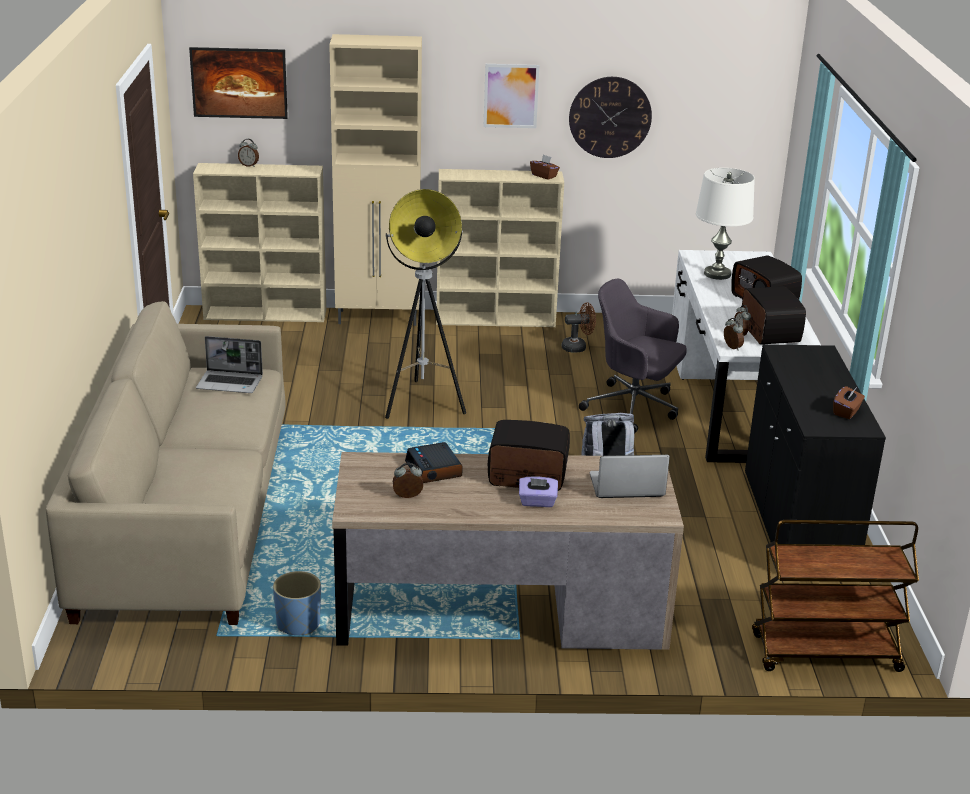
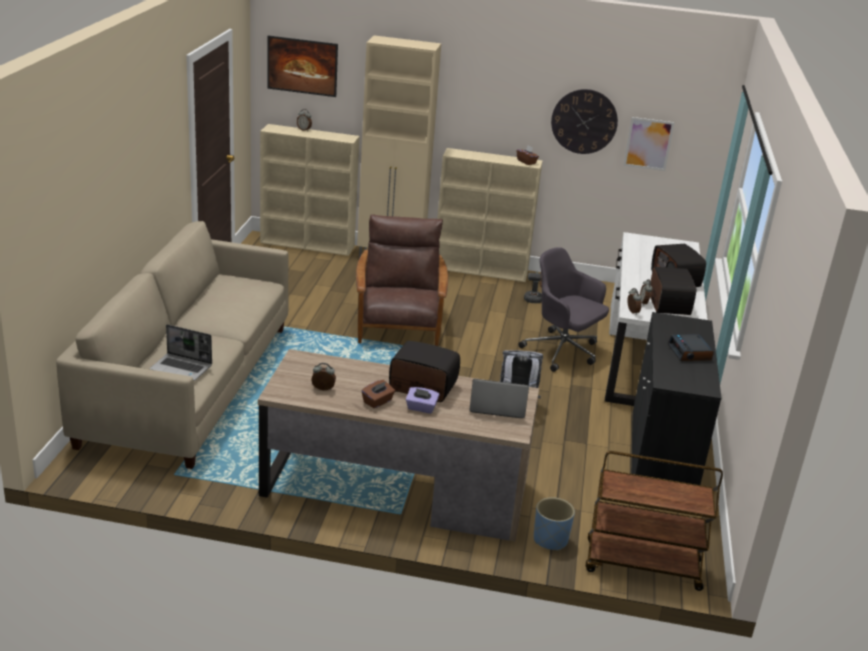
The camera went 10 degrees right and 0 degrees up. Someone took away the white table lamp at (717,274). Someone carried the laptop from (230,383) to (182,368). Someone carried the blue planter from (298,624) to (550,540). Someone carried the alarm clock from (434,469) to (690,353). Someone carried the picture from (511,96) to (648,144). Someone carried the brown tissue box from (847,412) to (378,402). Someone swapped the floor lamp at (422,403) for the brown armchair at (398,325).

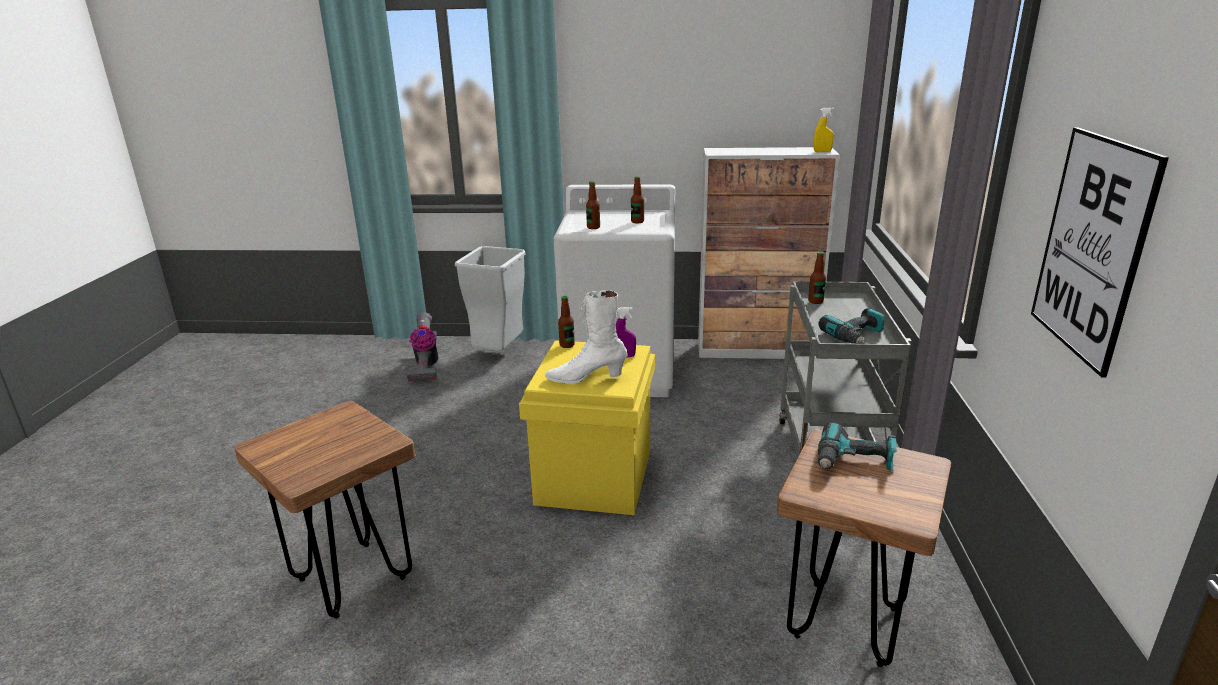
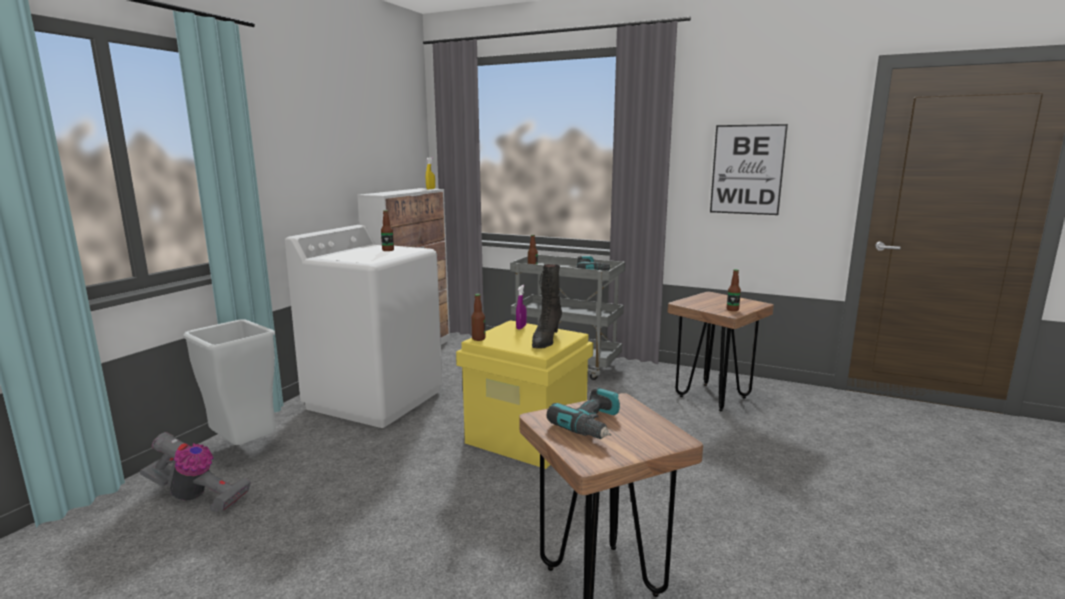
The camera went 70 degrees left and 10 degrees down. Someone carried the bottle from (593,227) to (732,309). Someone carried the power drill from (854,462) to (592,425). Someone repainted the white boot at (586,378), which became the black boot at (545,340).

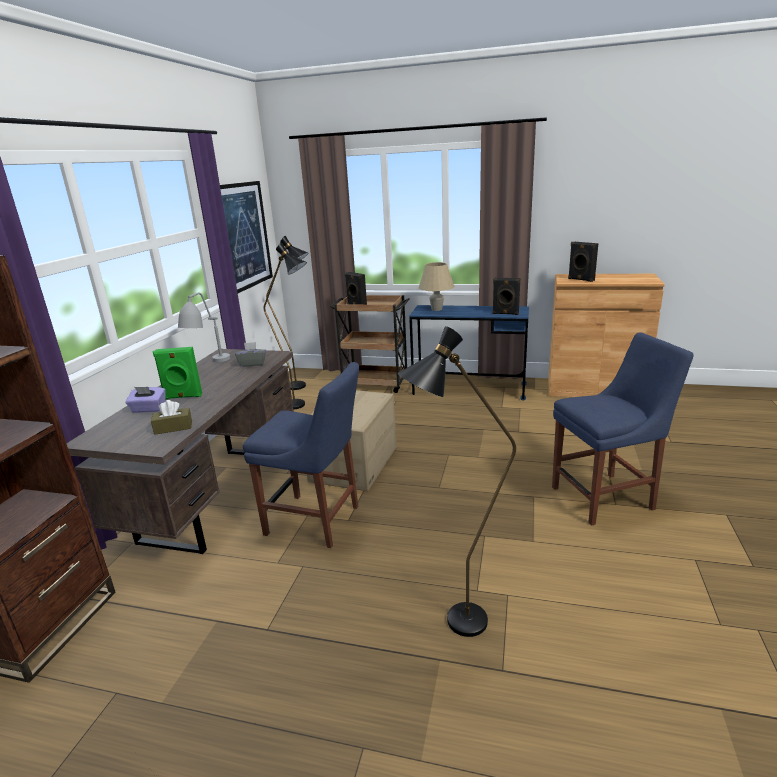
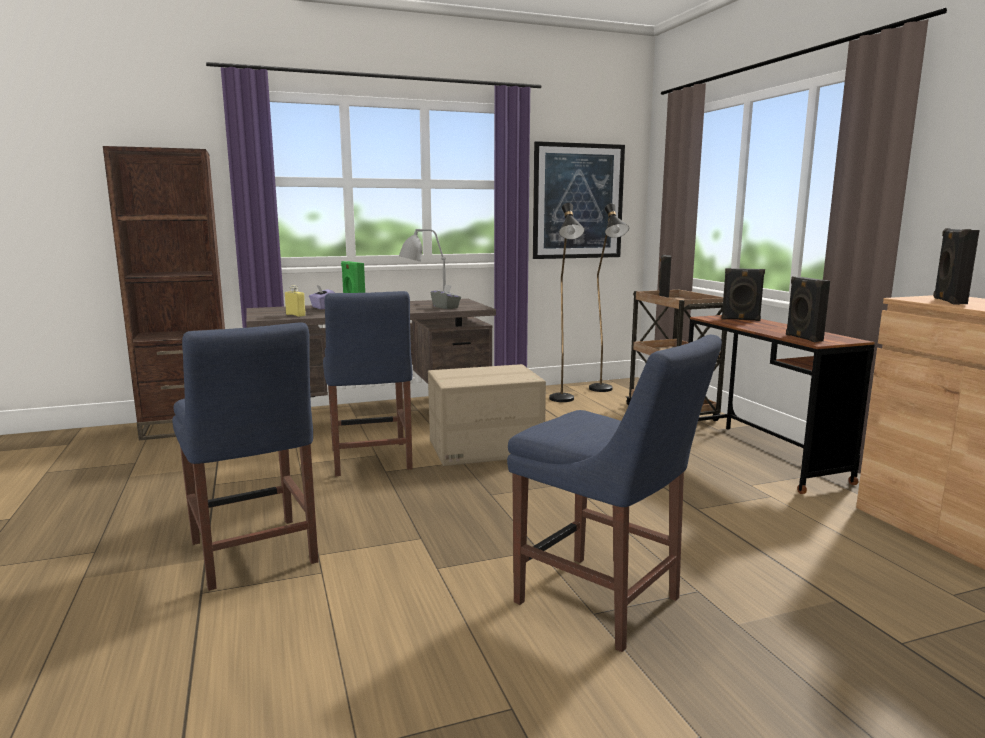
The camera went 55 degrees right and 10 degrees down. Someone swapped the brown tissue box at (173,427) for the yellow bottle at (295,315). Someone swapped the black floor lamp at (454,627) for the blue chair at (254,555). Someone swapped the beige table lamp at (436,309) for the black speaker at (740,319). Someone repainted the blue desk at (469,389), which became the brown desk at (760,457).

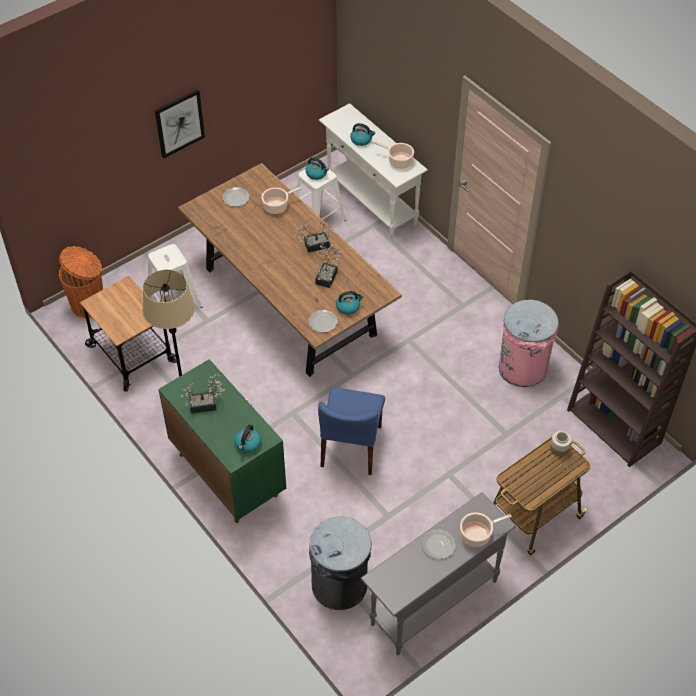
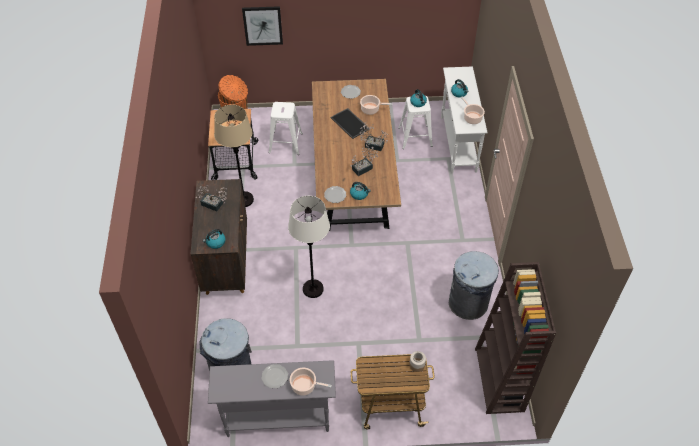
The camera went 35 degrees right and 0 degrees up. Someone put down the tray at (350,123). Someone carried the picture from (179,123) to (262,25). Someone swapped the blue chair at (351,446) for the white floor lamp at (312,289). Someone repainted the green cabinet at (227,474), which became the brown cabinet at (226,262). Someone repainted the pink trash can at (523,367), which became the grey trash can at (468,303).

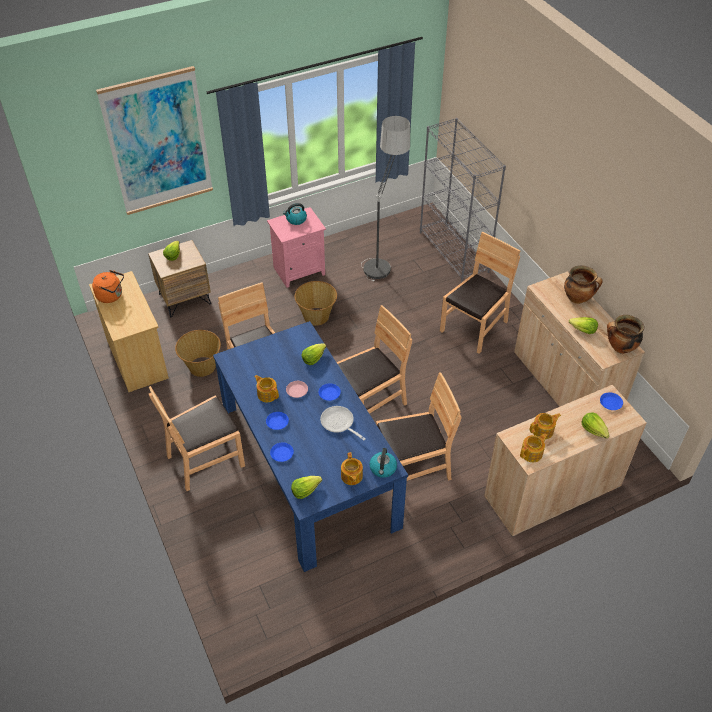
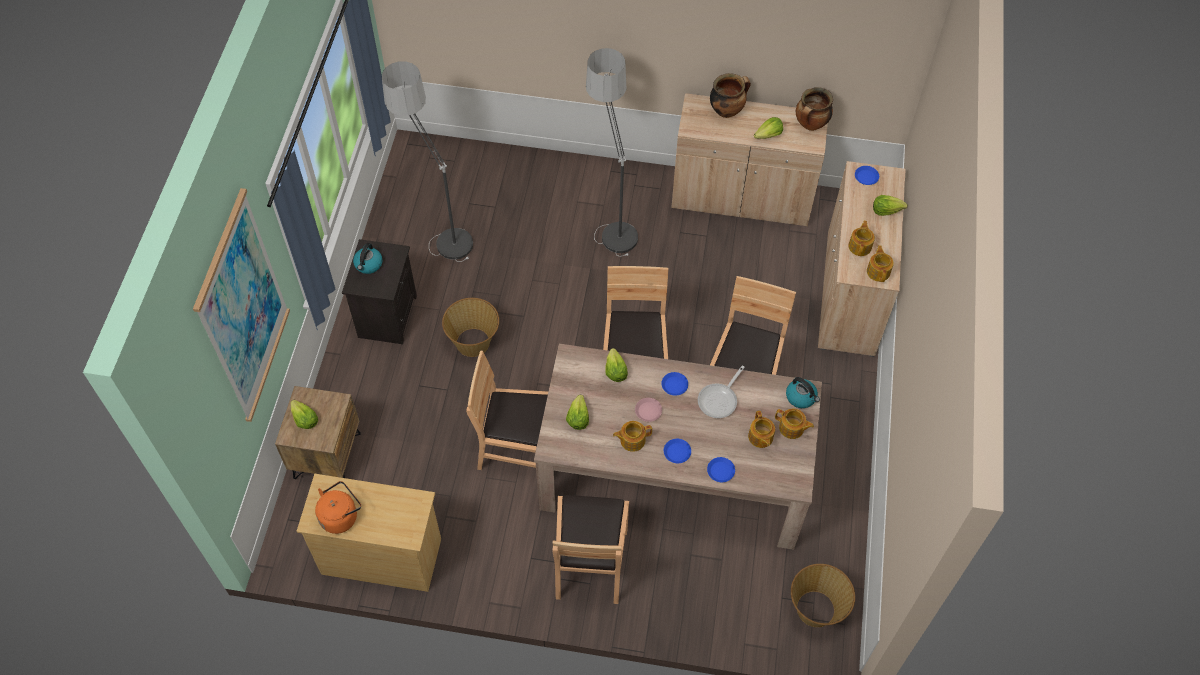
The camera went 55 degrees left and 10 degrees up. Someone took away the grey bookcase at (454,252). Someone put down the teapot at (760,437). Someone carried the basket from (202,367) to (816,609). Someone carried the lettuce from (305,490) to (578,418). Someone swapped the brown chair at (474,327) for the floor lamp at (610,216). Someone repainted the blue dining table at (308,467), which became the beige dining table at (673,472). Someone repainted the pink nightstand at (299,270), which became the black nightstand at (386,315). Someone rotated the frying pan at (339,423) by 45 degrees counterclockwise.

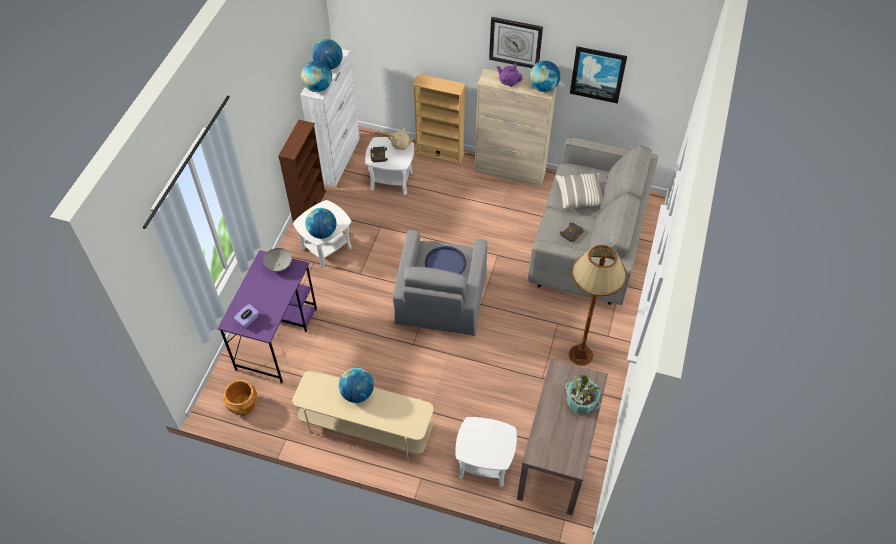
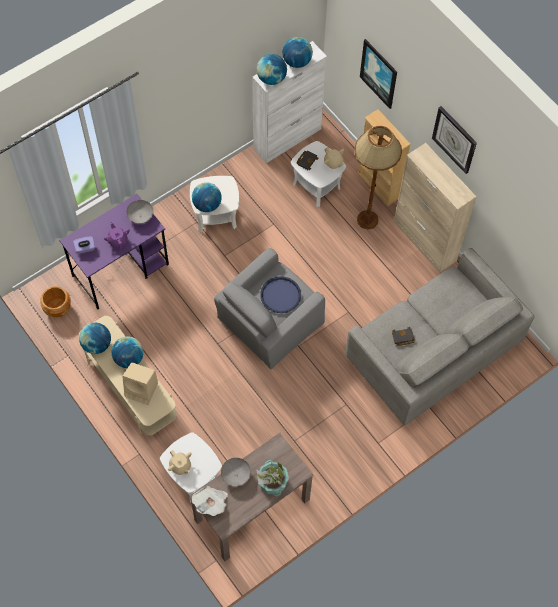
The camera went 35 degrees right and 10 degrees up. Someone took away the brown bookcase at (309,207). Someone took away the pillow at (579,195). Someone put down the beige speaker at (142,390). Someone put down the beige teapot at (180,466). Someone put down the newspaper at (211,503). Someone put down the grey bowl at (236,475). Someone carried the purple teapot from (509,81) to (118,240). Someone carried the globe from (543,88) to (97,344). Someone carried the brown floor lamp from (580,355) to (367,220). Someone carried the picture from (598,74) to (379,73).

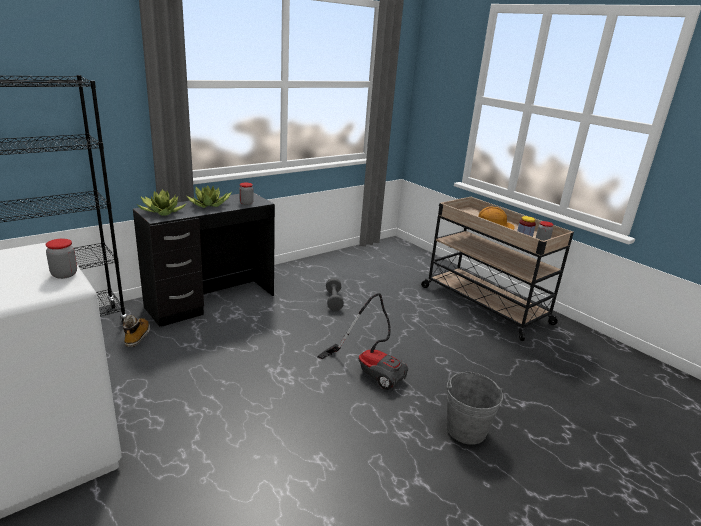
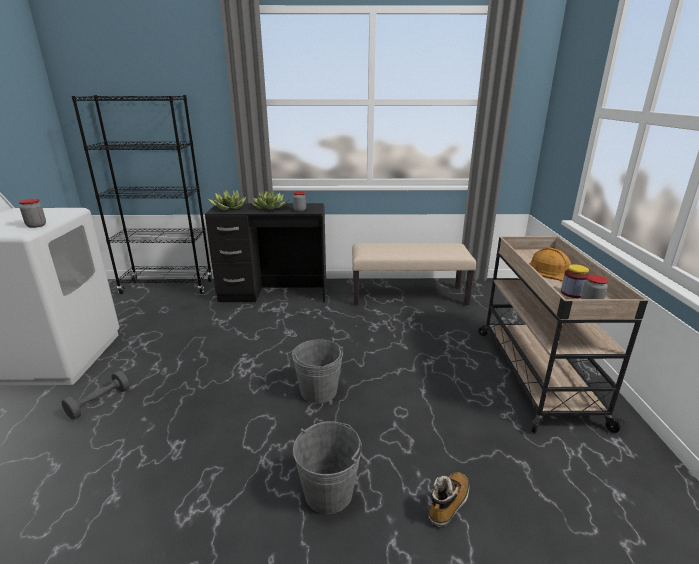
The camera went 40 degrees right and 0 degrees up. Someone put down the beige bench at (409,295). Someone carried the boot from (137,336) to (448,503). Someone carried the grey dumbbell from (334,301) to (99,402). Someone swapped the vacuum cleaner at (370,369) for the grey bucket at (319,391).

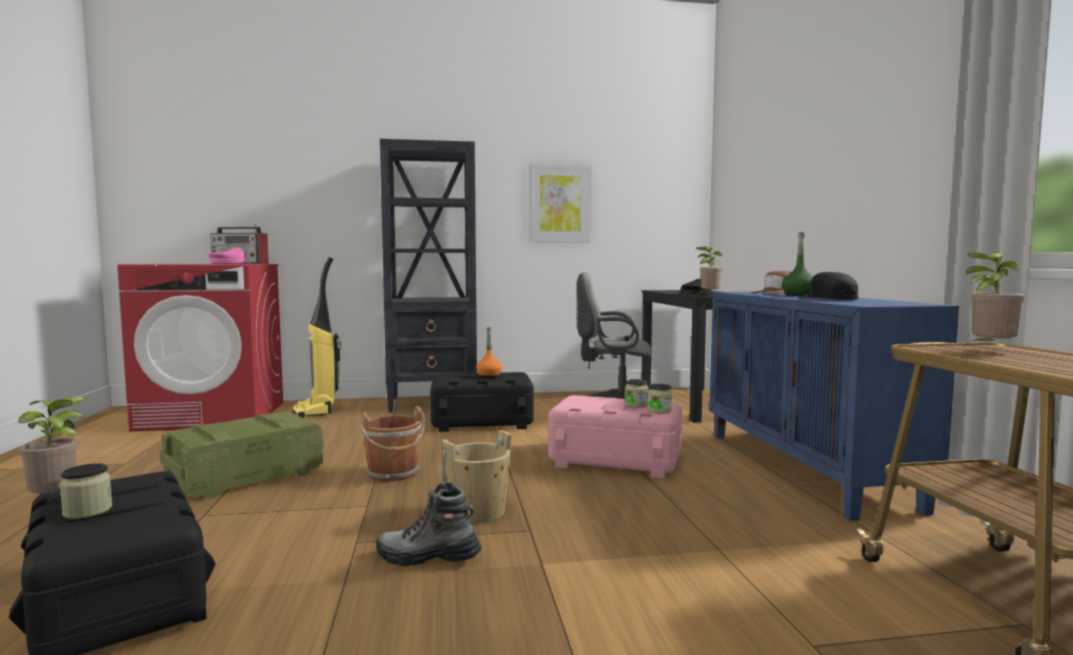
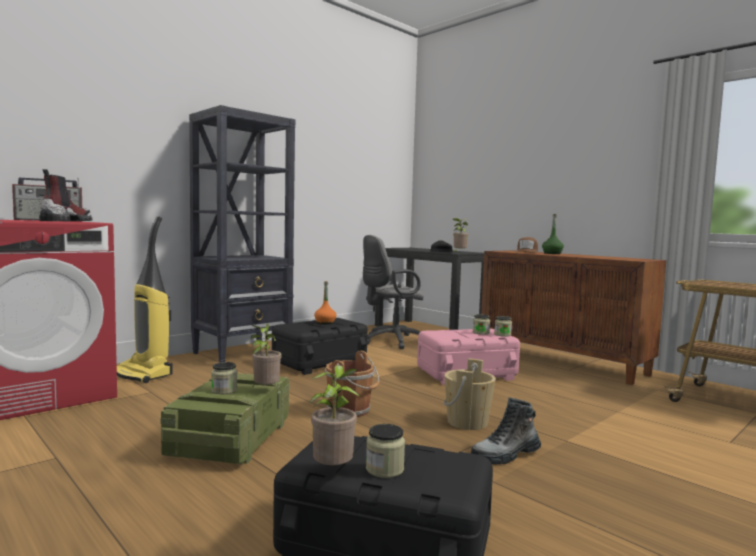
The camera went 35 degrees left and 0 degrees up. Someone took away the picture at (559,203). Someone took away the black cap at (827,299). Someone put down the jar at (224,390). Someone carried the potted plant from (989,350) to (265,390). Someone swapped the pink cap at (230,263) for the boot at (66,221). Someone repainted the blue cabinet at (806,469), which became the brown cabinet at (562,362).

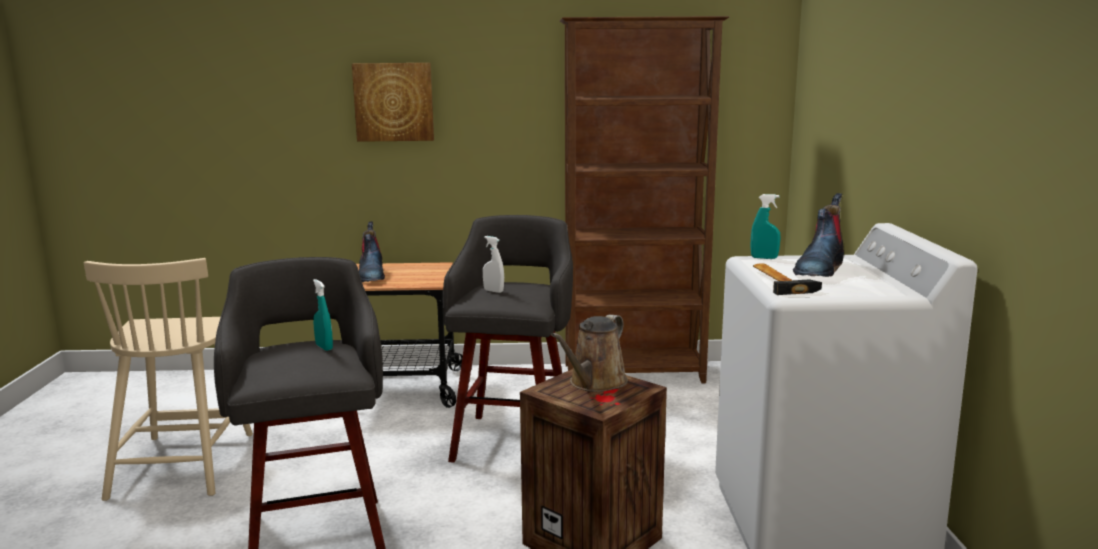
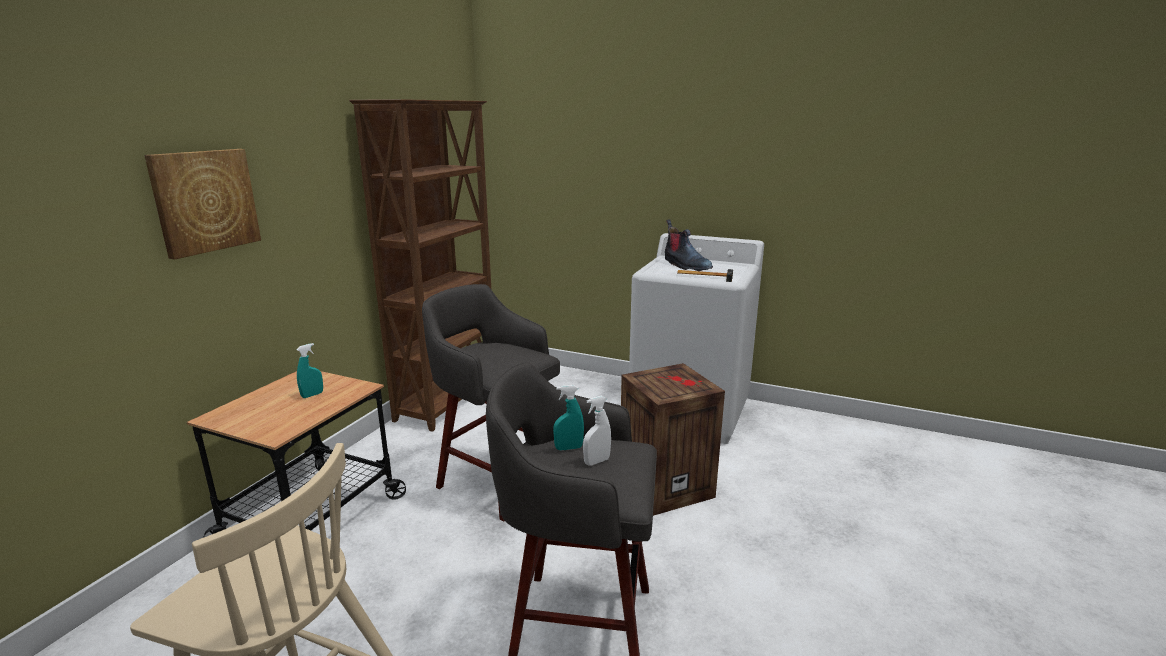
The camera went 65 degrees left and 5 degrees up. Someone took away the boot at (371,275). Someone took away the brown watering can at (595,383). Someone carried the white spray bottle from (493,291) to (596,461). Someone carried the turquoise spray bottle from (764,258) to (312,395).

